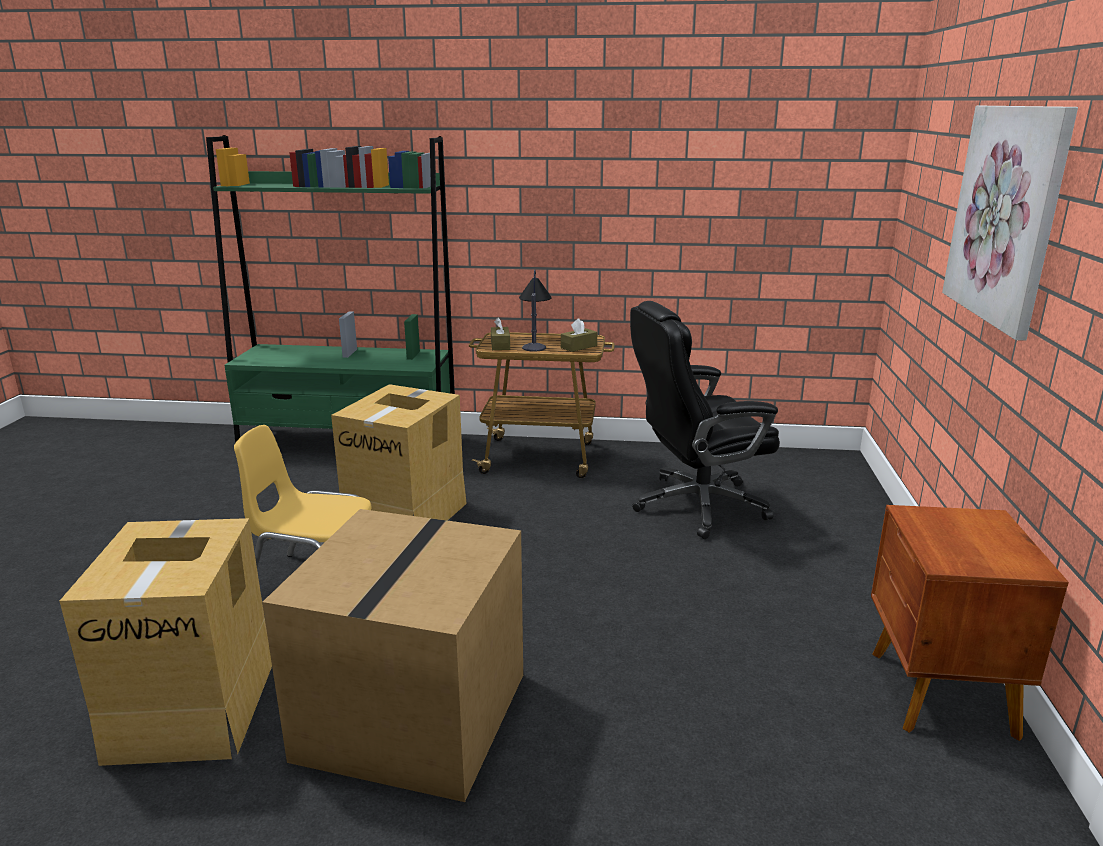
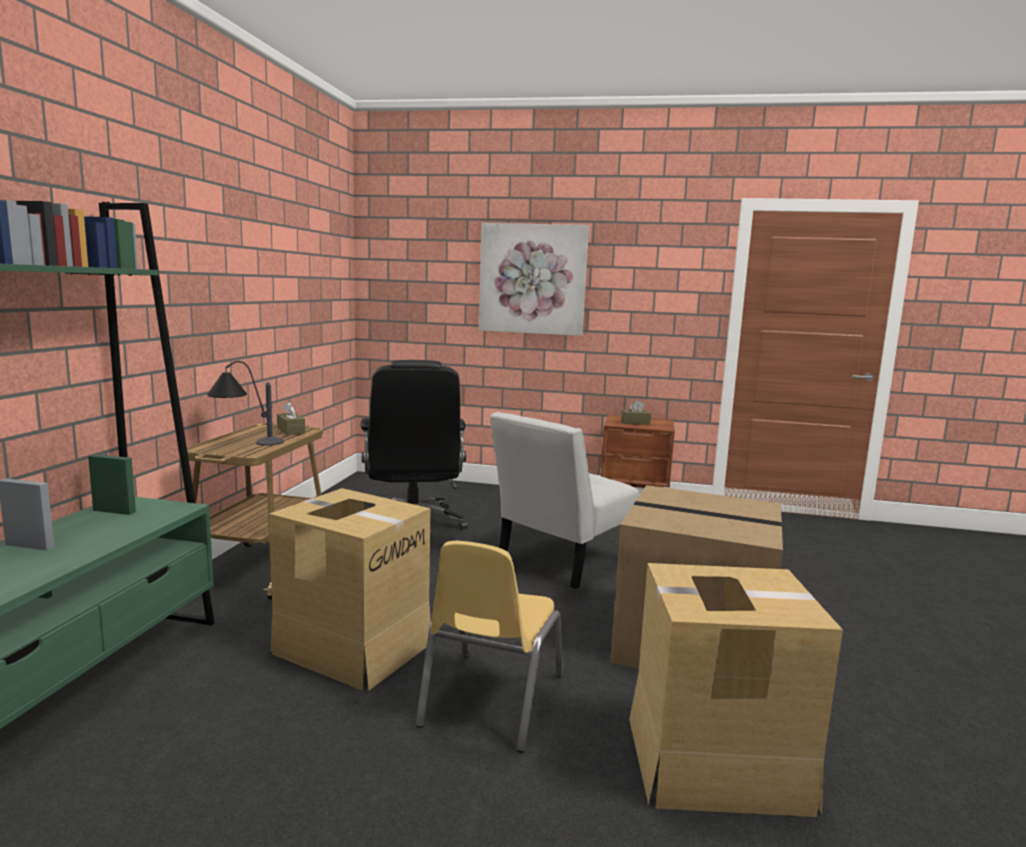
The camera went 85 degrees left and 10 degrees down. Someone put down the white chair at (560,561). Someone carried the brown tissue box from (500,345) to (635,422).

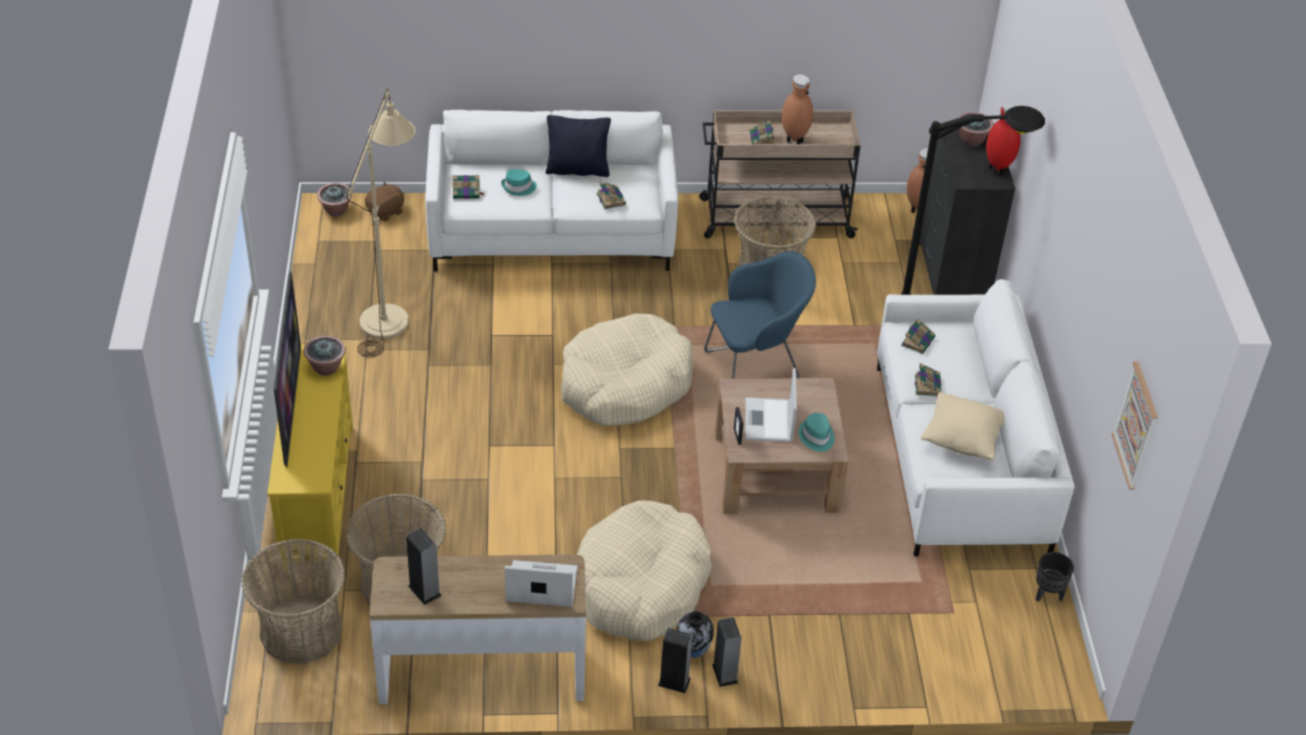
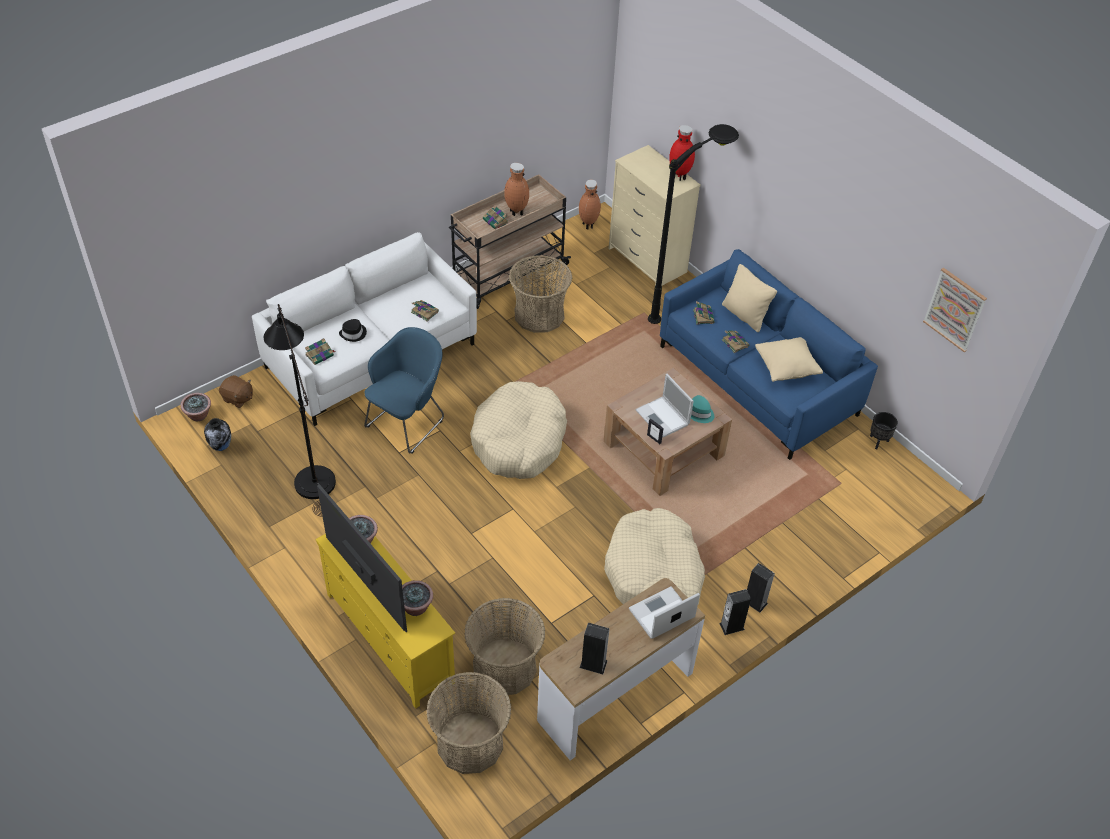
The camera went 35 degrees left and 5 degrees up. Someone took away the black pillow at (577,170). Someone put down the beige pillow at (745,315). Someone carried the vase from (693,652) to (221,447). Someone carried the blue armchair from (755,368) to (408,422). Someone carried the potted plant from (971,141) to (415,607). Someone repainted the beige floor lamp at (389,313), which became the black floor lamp at (312,474). Someone repainted the turquoise hat at (519,187), which became the black hat at (353,334). Someone repainted the white sofa at (958,458), which became the blue sofa at (757,381). Someone repainted the black dresser at (951,275), which became the beige dresser at (647,260). Someone rotated the brown plush toy at (386,212) by 105 degrees clockwise.

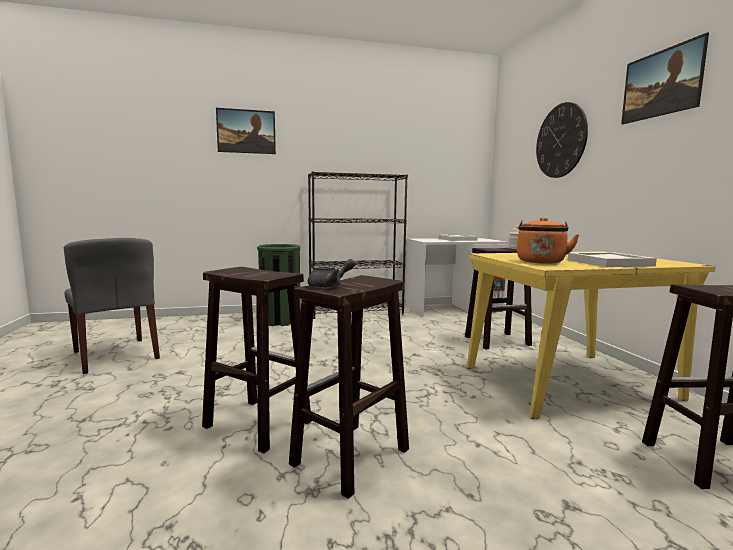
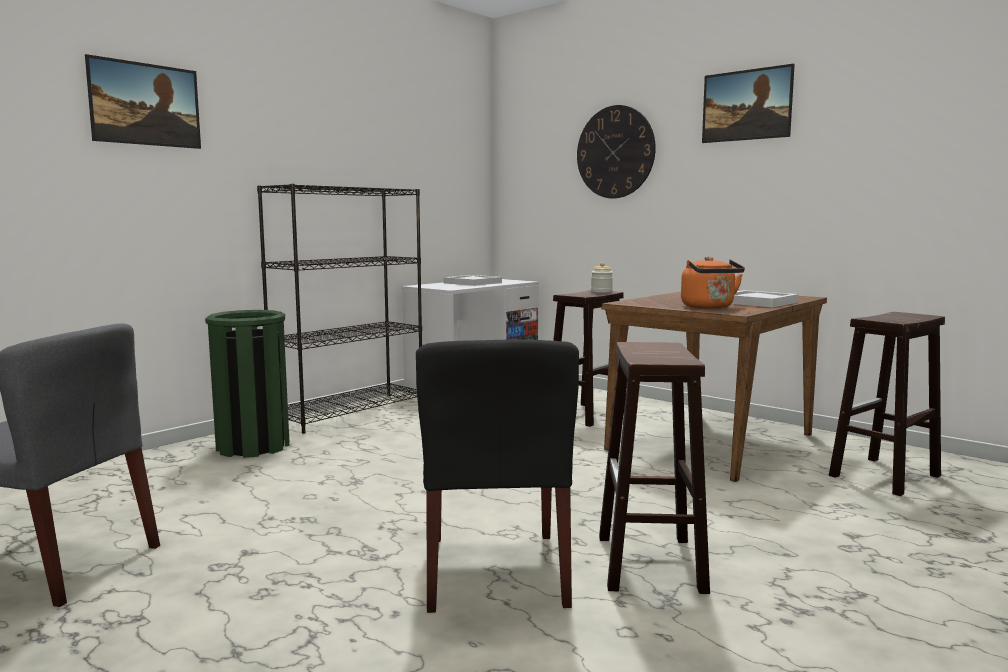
The camera went 35 degrees left and 0 degrees up. Someone took away the grey teapot at (330,286). Someone swapped the brown stool at (256,424) for the black chair at (495,571). Someone repainted the yellow dining table at (569,382), which became the brown dining table at (712,441).

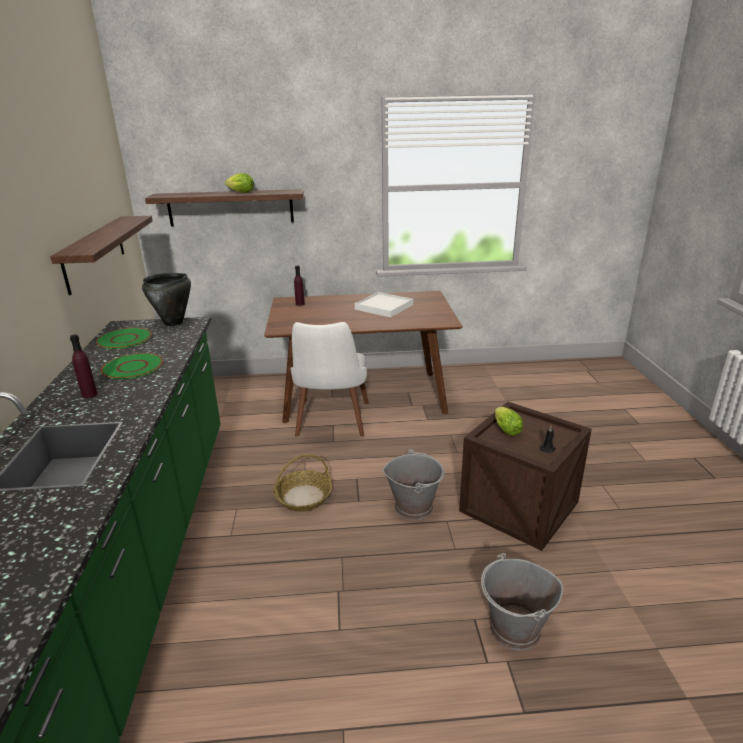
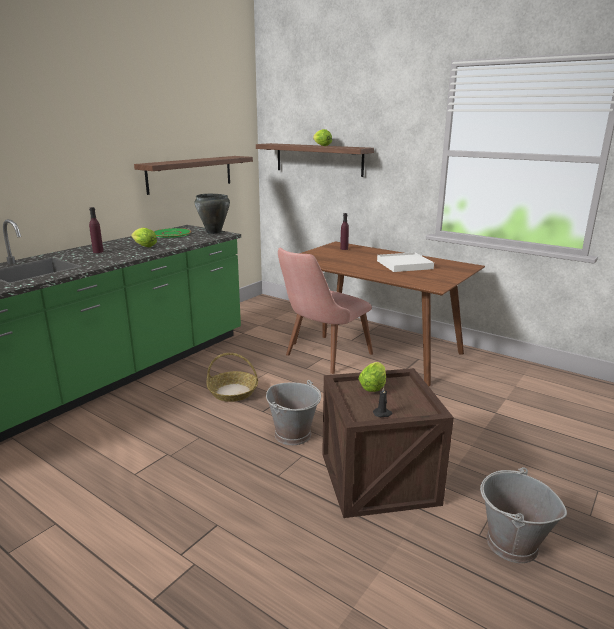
The camera went 40 degrees right and 5 degrees down. Someone carried the grey bucket from (515,630) to (511,544). Someone swapped the green plate at (133,367) for the lettuce at (143,246). Someone repainted the white chair at (331,424), which became the pink chair at (321,357).

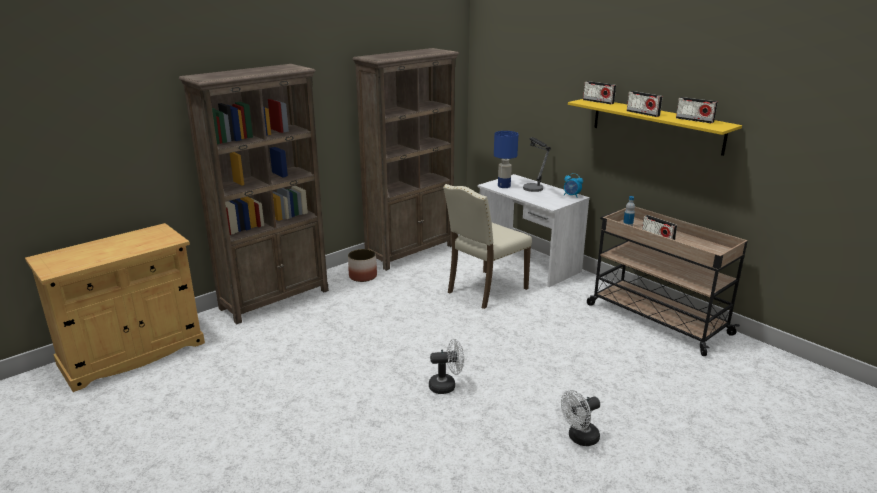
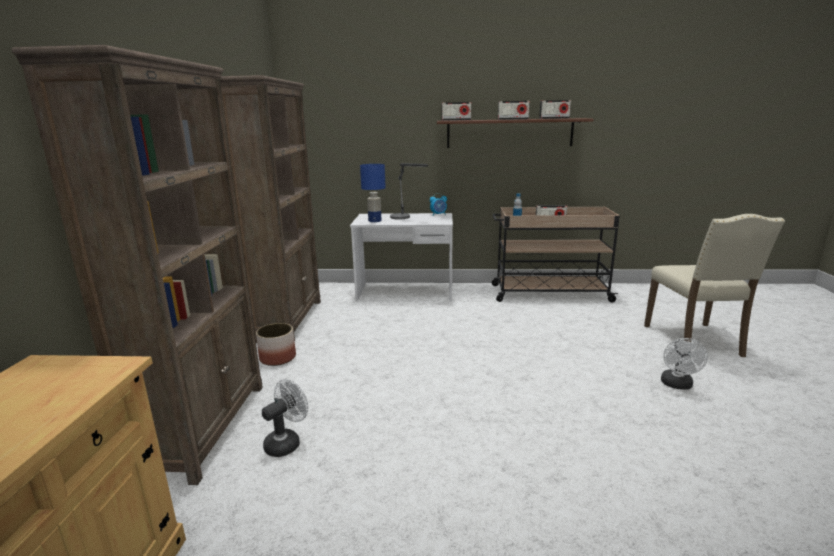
The camera went 45 degrees left and 5 degrees down. Someone carried the white fan from (446,386) to (286,442). Someone carried the beige chair from (485,290) to (695,341). Someone repainted the yellow shelf at (656,125), which became the brown shelf at (509,133).

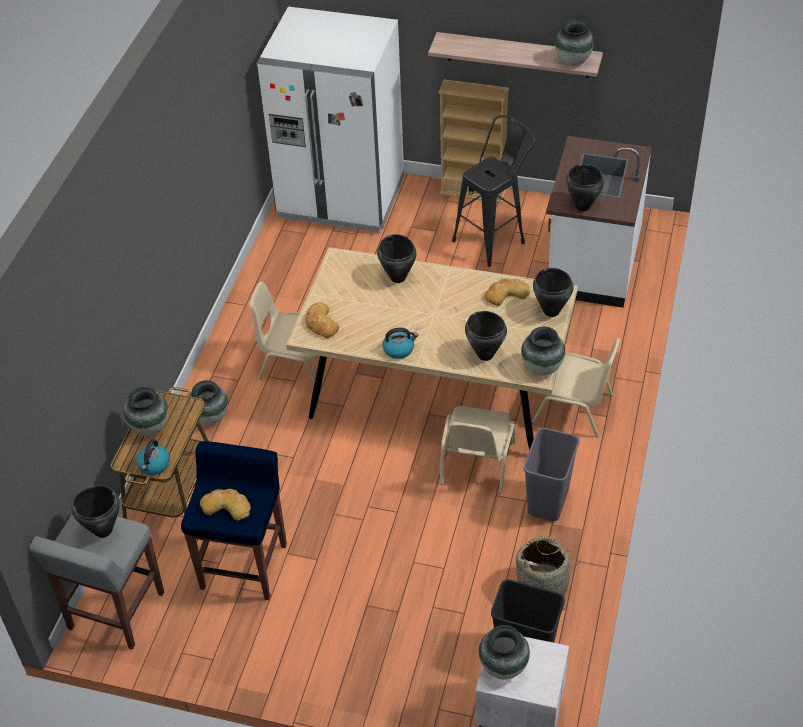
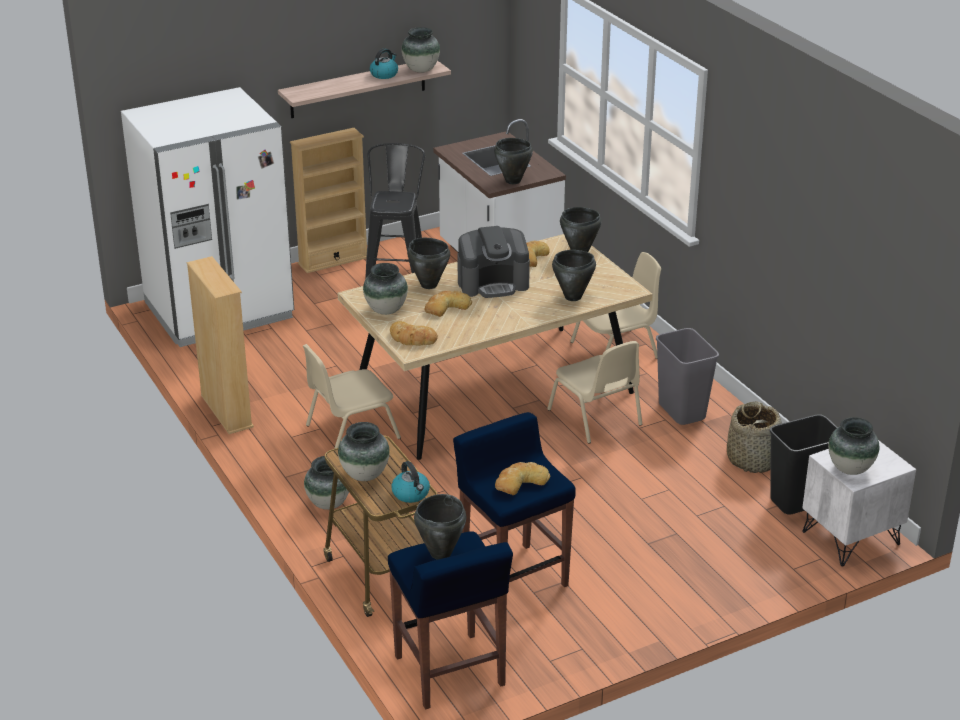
The camera went 45 degrees left and 15 degrees down. Someone put down the beige bookcase at (226,411). Someone put down the bread at (446,307). Someone put down the coffee machine at (493,283). Someone carried the kettle from (399,349) to (384,74). Someone carried the vase from (541,368) to (386,310). Someone repainted the grey stool at (115,612), which became the blue stool at (450,672).

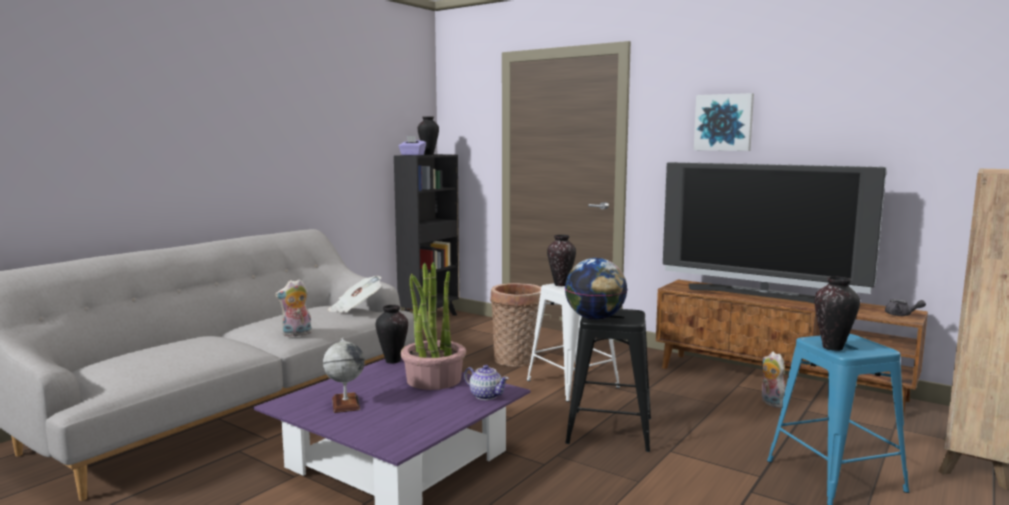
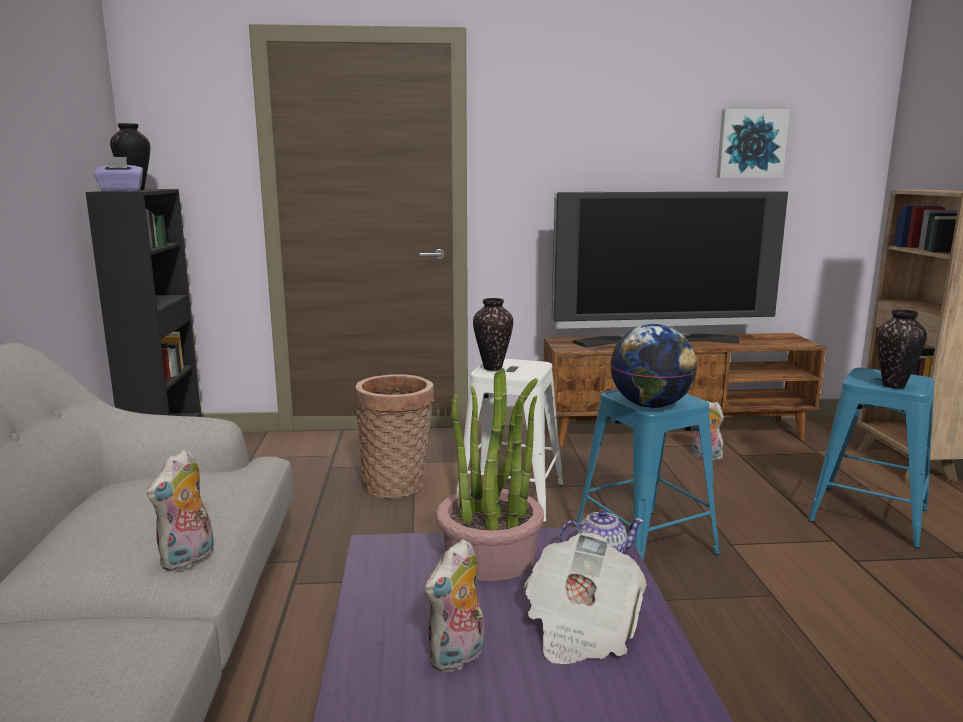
The camera went 40 degrees left and 5 degrees up. Someone took away the vase at (392,361). Someone took away the grey teapot at (901,315). Someone carried the newspaper from (355,308) to (581,627). Someone carried the picture from (724,122) to (751,144). Someone swapped the globe at (345,404) for the plush toy at (458,658). Someone repainted the black stool at (609,430), which became the blue stool at (644,543).

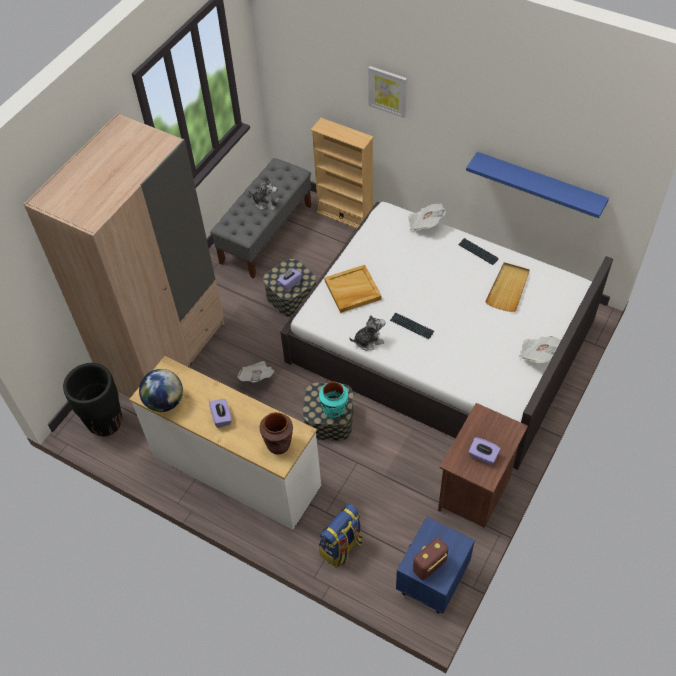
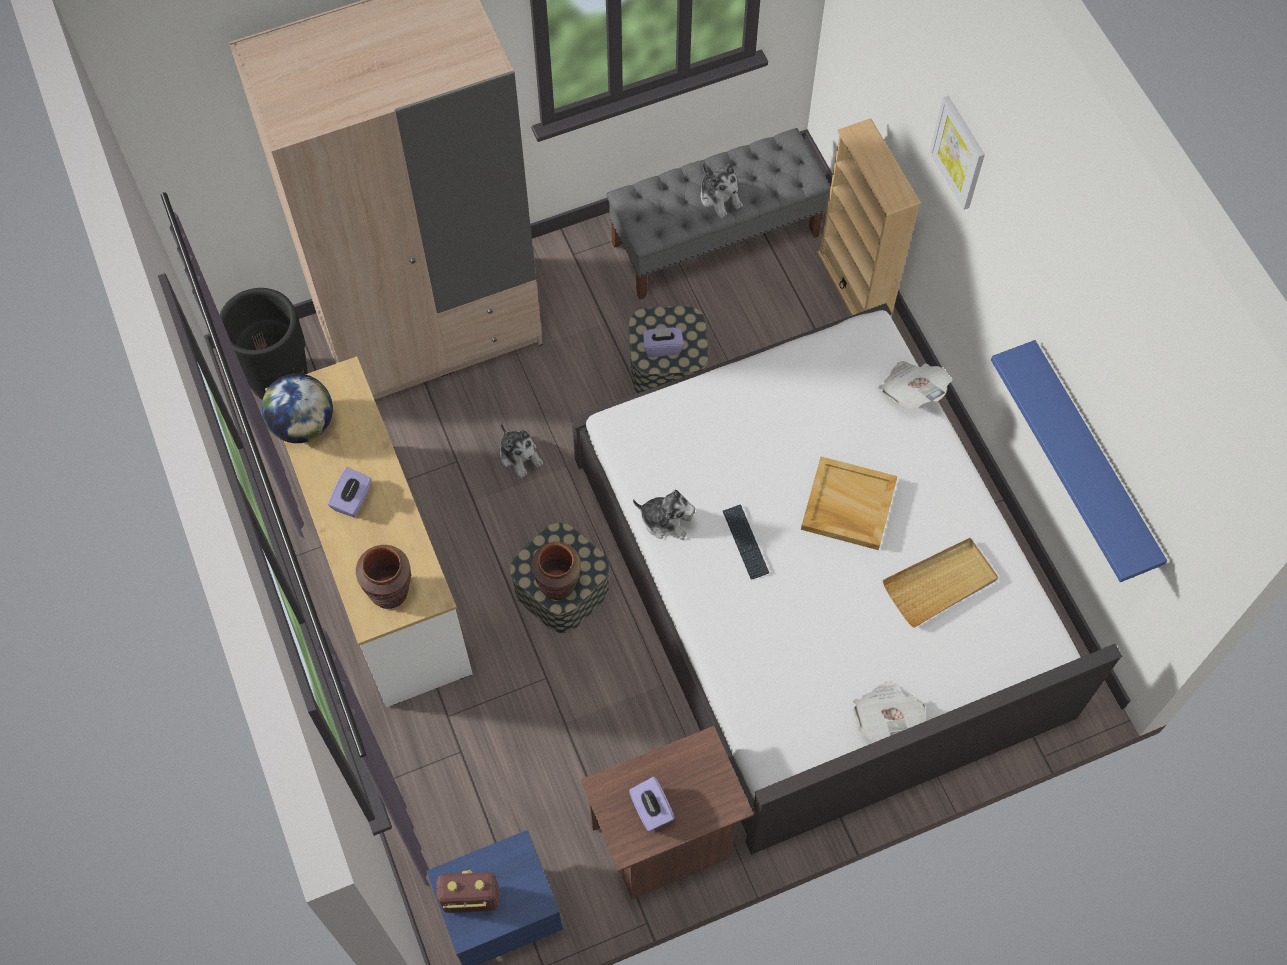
The camera went 35 degrees right and 10 degrees up. Someone took away the backpack at (341,547). Someone took away the keyboard at (478,252). Someone carried the beige tray from (352,290) to (847,505). Someone swapped the newspaper at (257,377) for the plush toy at (520,456). Someone repainted the turquoise vase at (334,411), which became the brown vase at (558,585).

